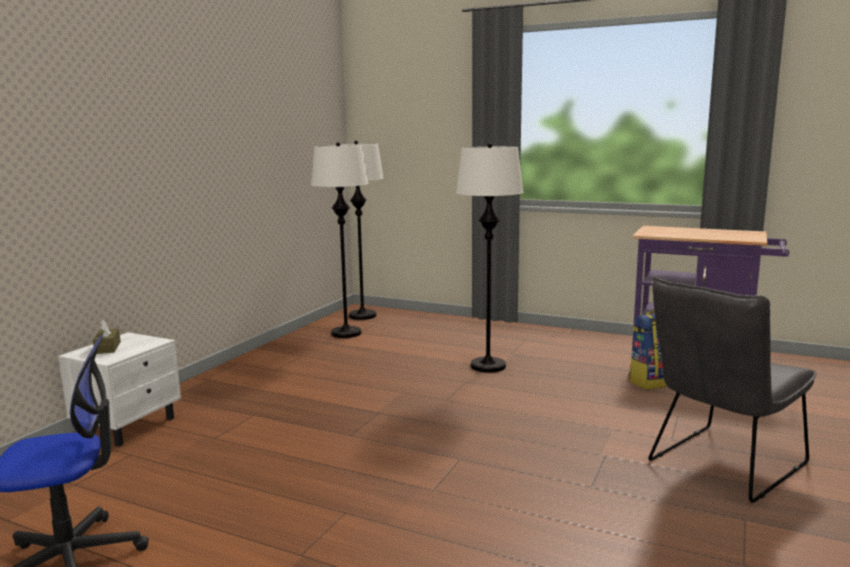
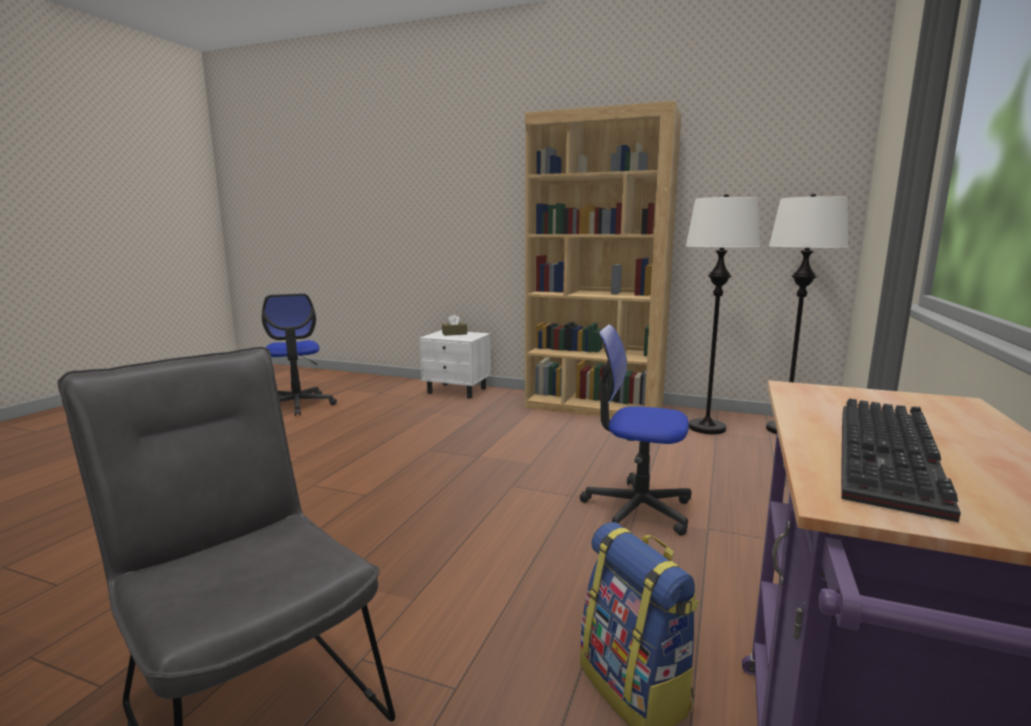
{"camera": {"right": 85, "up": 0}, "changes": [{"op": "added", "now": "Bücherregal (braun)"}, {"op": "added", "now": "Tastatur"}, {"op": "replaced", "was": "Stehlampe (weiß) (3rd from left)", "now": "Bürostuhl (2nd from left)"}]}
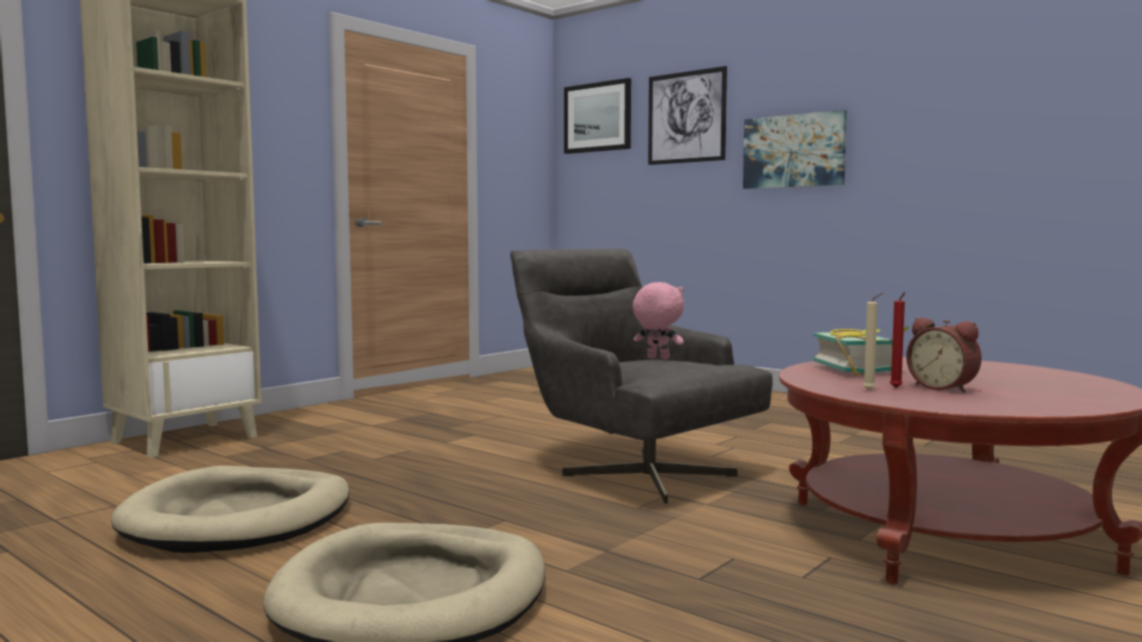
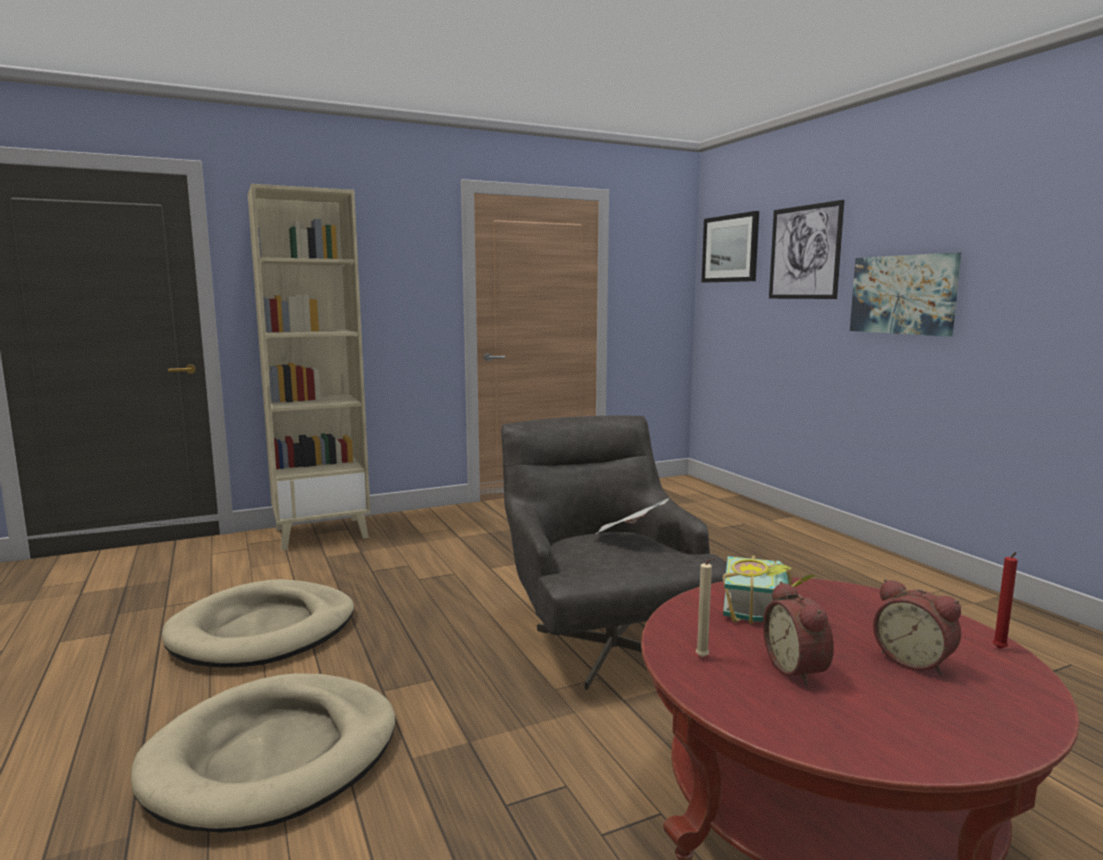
{"camera": {"right": 25, "up": 5}, "changes": [{"op": "added", "now": "Wecker (2nd from left)"}, {"op": "moved", "was": "Kerze (rot)"}, {"op": "replaced", "was": "Plüschtier (rosa)", "now": "Zeitung"}]}
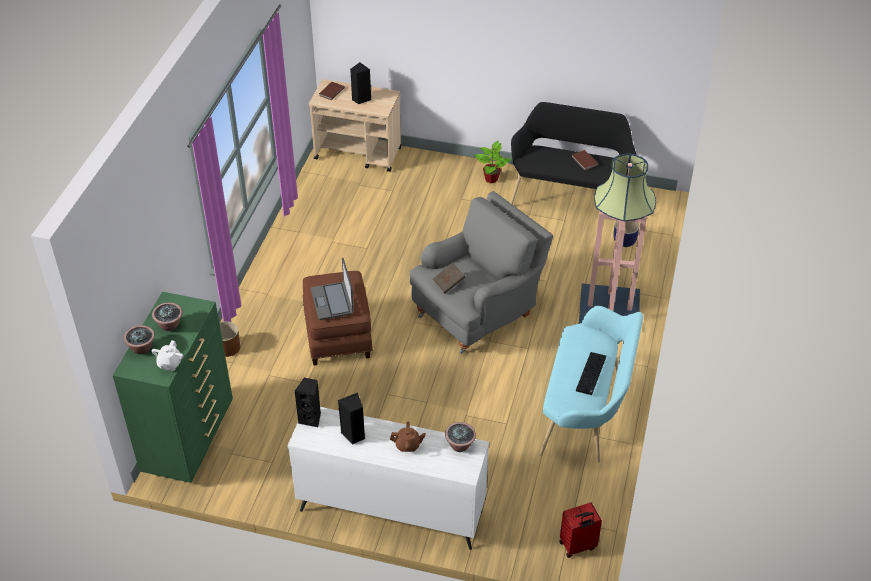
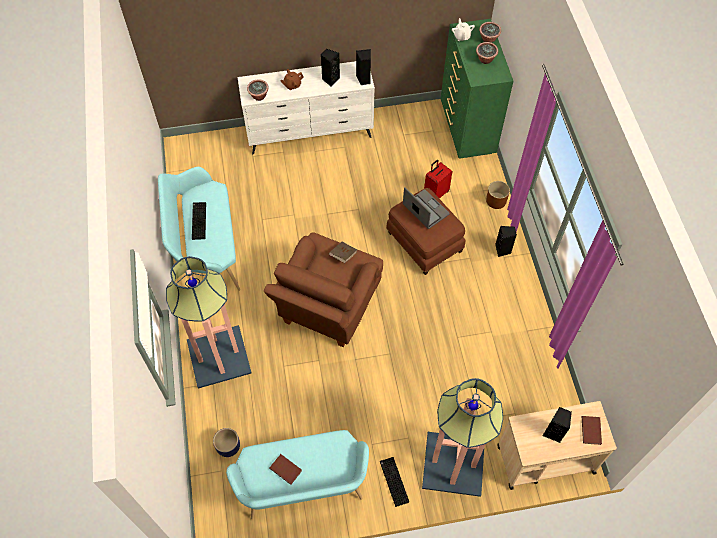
{"camera": {"right": 155, "up": 15}, "changes": [{"op": "added", "now": "Stehlampe (2nd from left)"}, {"op": "added", "now": "Lautsprecher (schwarz) (3rd from left)"}, {"op": "moved", "was": "Koffer (rot)"}, {"op": "replaced", "was": "Topfpflanze (4th from left)", "now": "Tastatur (2nd from left)"}, {"op": "recoloured", "was": "Sessel (grau)", "now": "Sessel (braun)"}, {"op": "recoloured", "was": "Bank (schwarz)", "now": "Bank (türkis) (2nd from left)"}]}
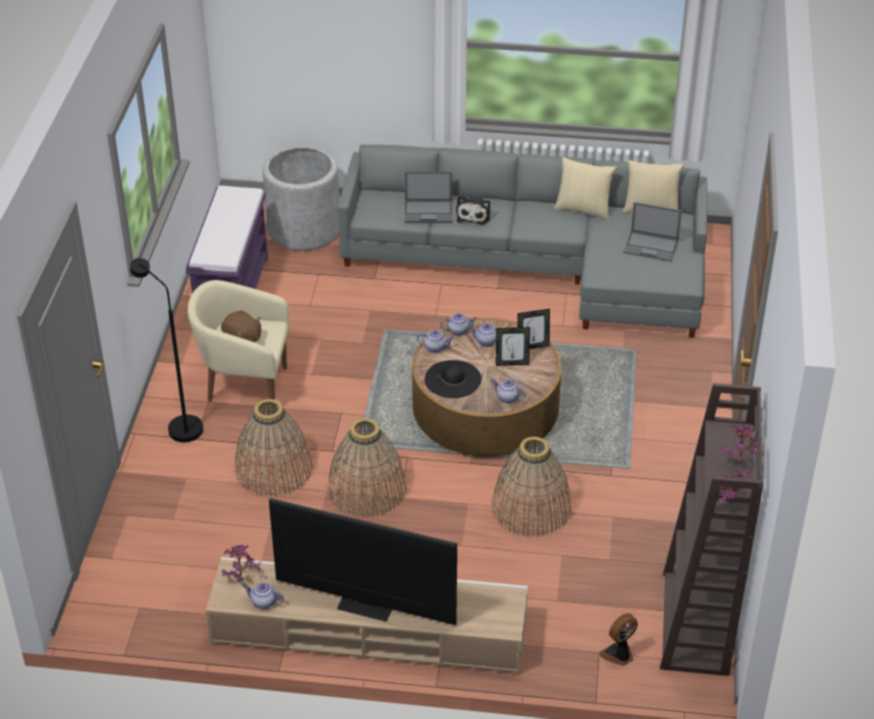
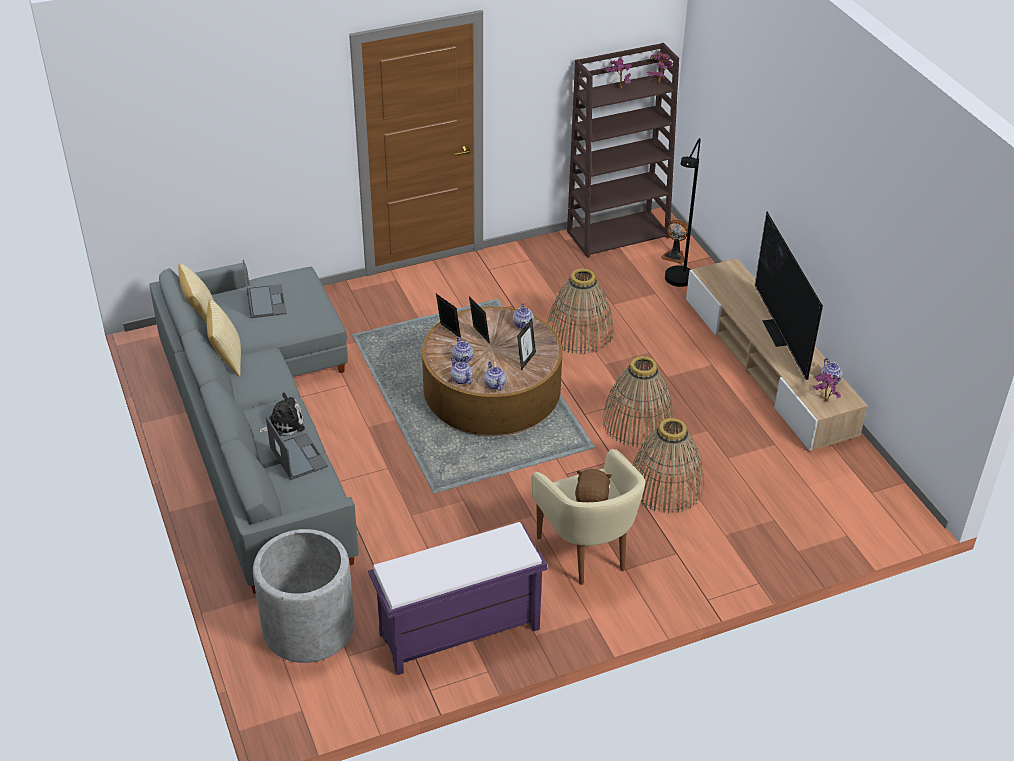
{"camera": {"right": -120, "up": 0}, "changes": [{"op": "moved", "was": "Stehlampe (schwarz)"}, {"op": "replaced", "was": "Hut (schwarz)", "now": "Bilderrahmen (3rd from left)"}]}
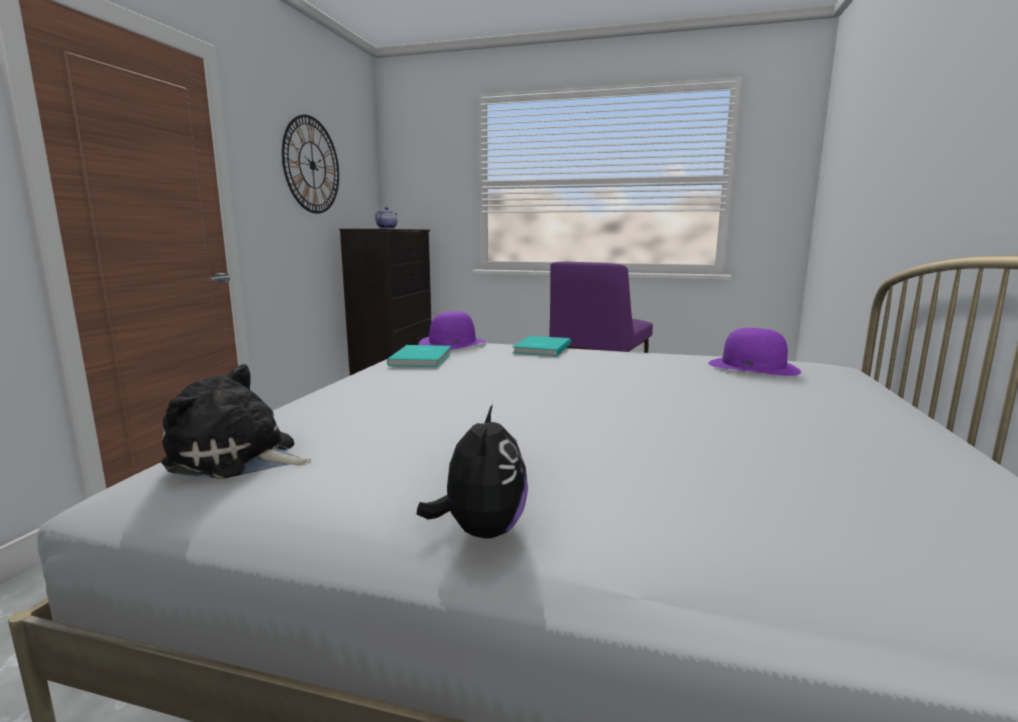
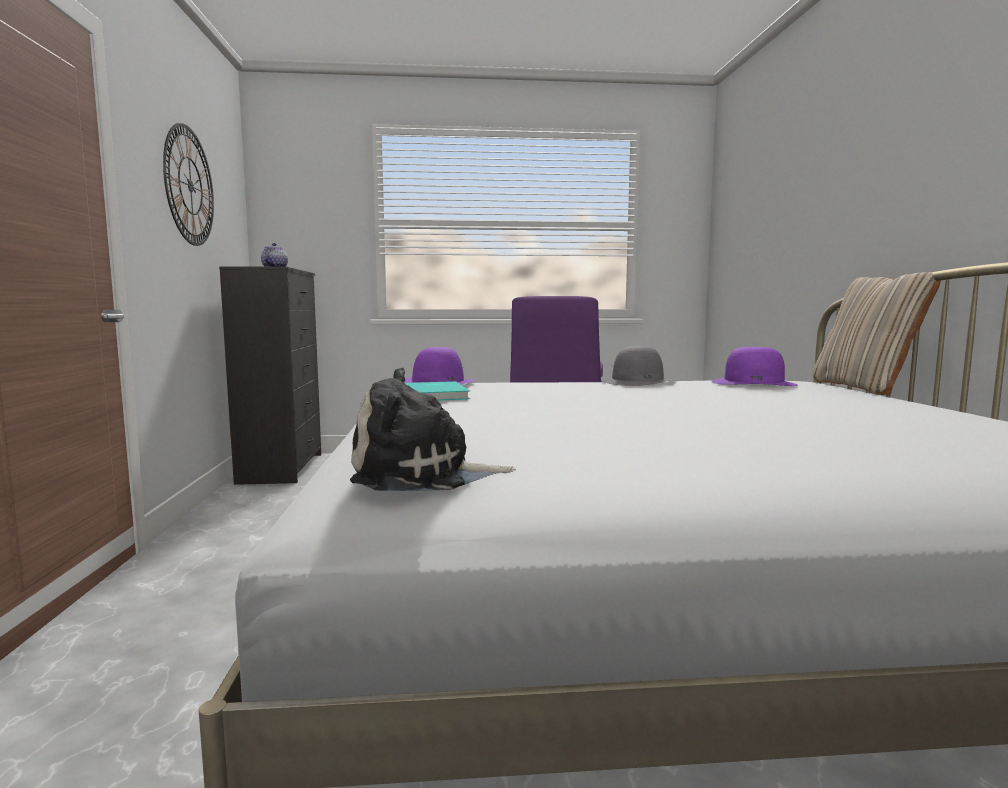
{"camera": {"right": -20, "up": -5}, "changes": [{"op": "removed", "was": "Plüschtier (2nd from left)"}, {"op": "removed", "was": "Buch (türkis) (2nd from left)"}, {"op": "added", "now": "Hut (grau)"}, {"op": "added", "now": "Kissen (beige)"}]}
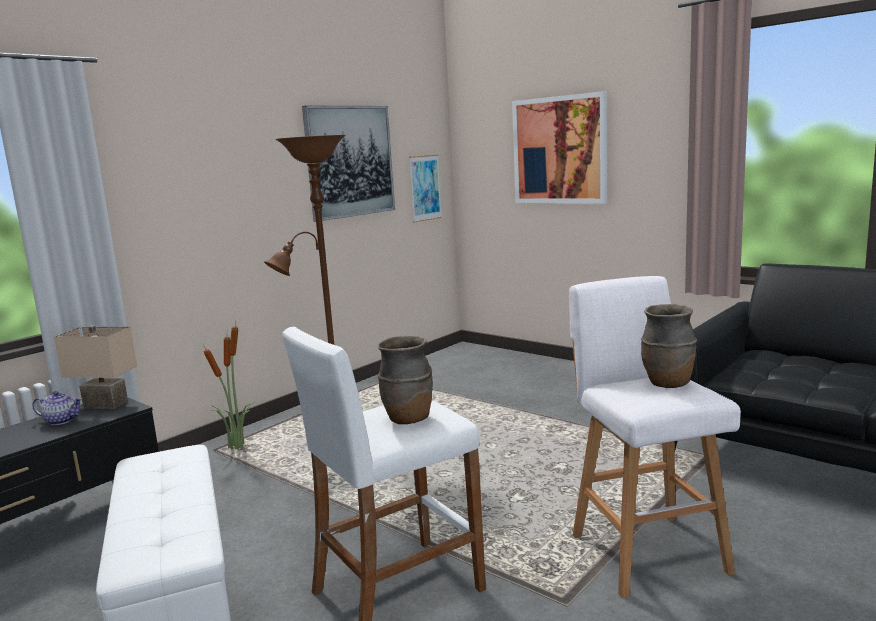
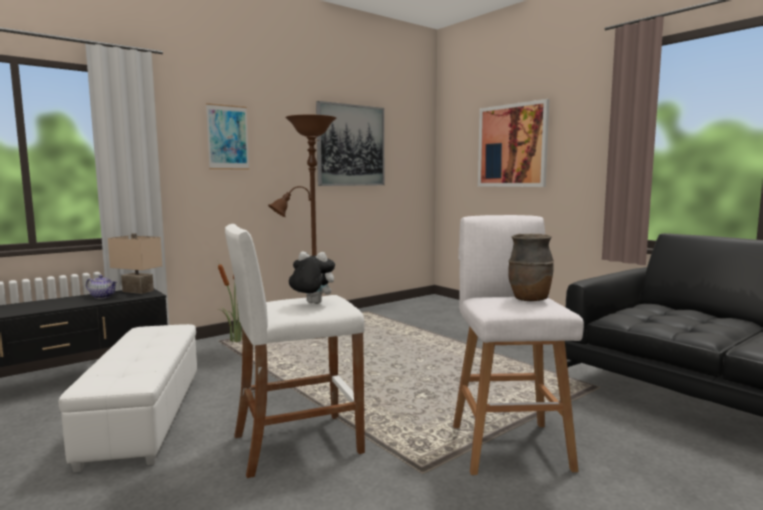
{"camera": {"right": 10, "up": -5}, "changes": [{"op": "moved", "was": "Bild (2nd from left in the first image)", "now": "Bild (1st from left)"}, {"op": "replaced", "was": "Vase (braun) (1st from left)", "now": "Plüschtier"}]}
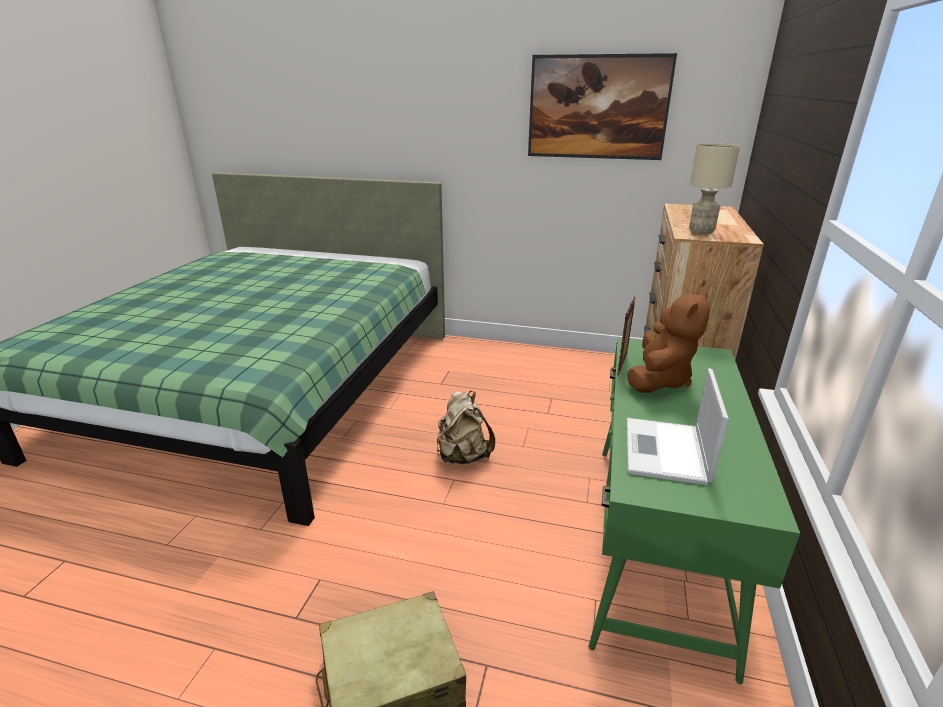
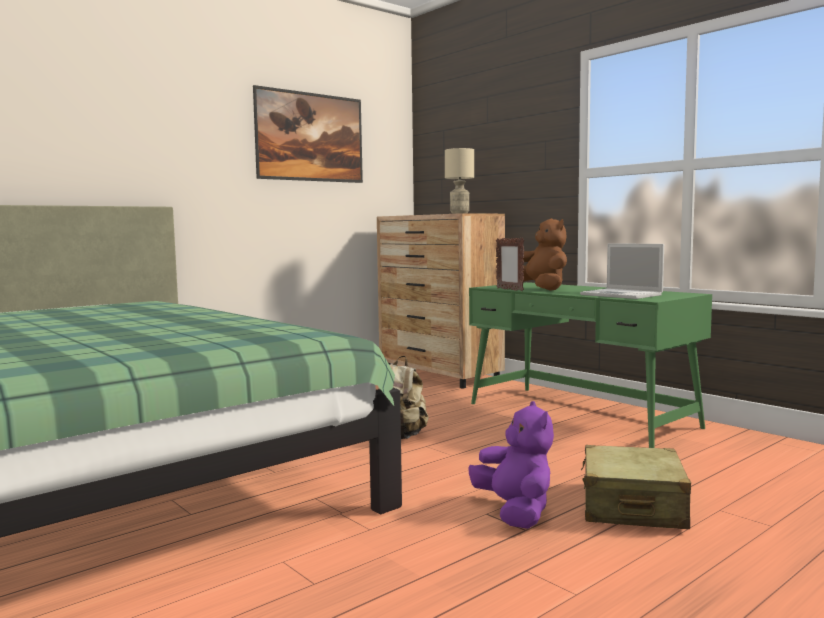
{"camera": {"right": -55, "up": -20}, "changes": [{"op": "added", "now": "Plüschtier (lila)"}]}
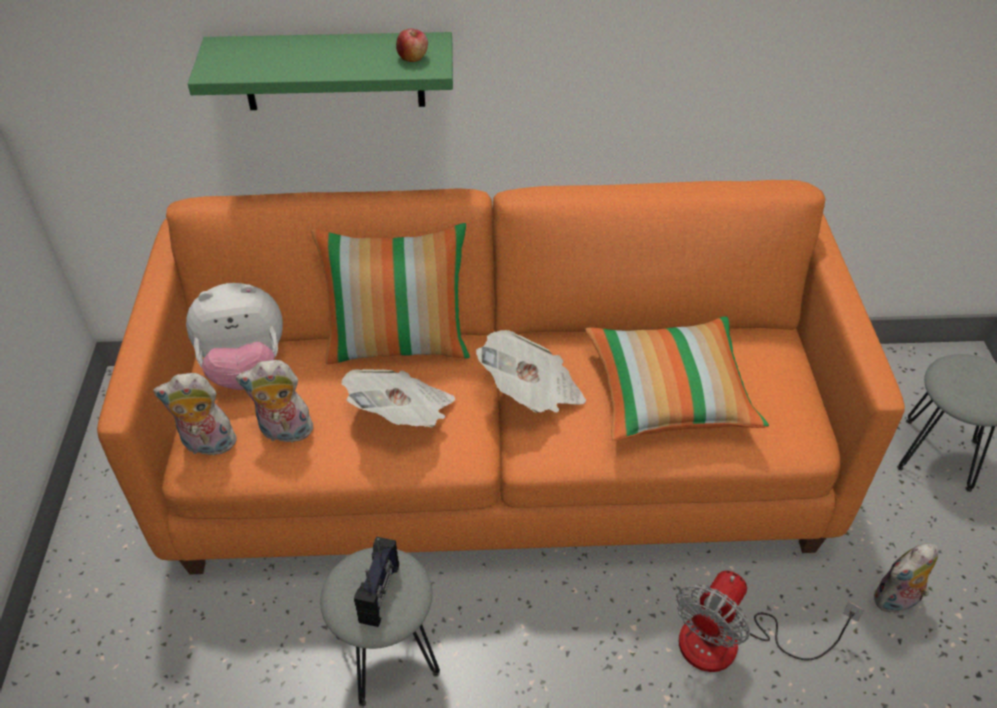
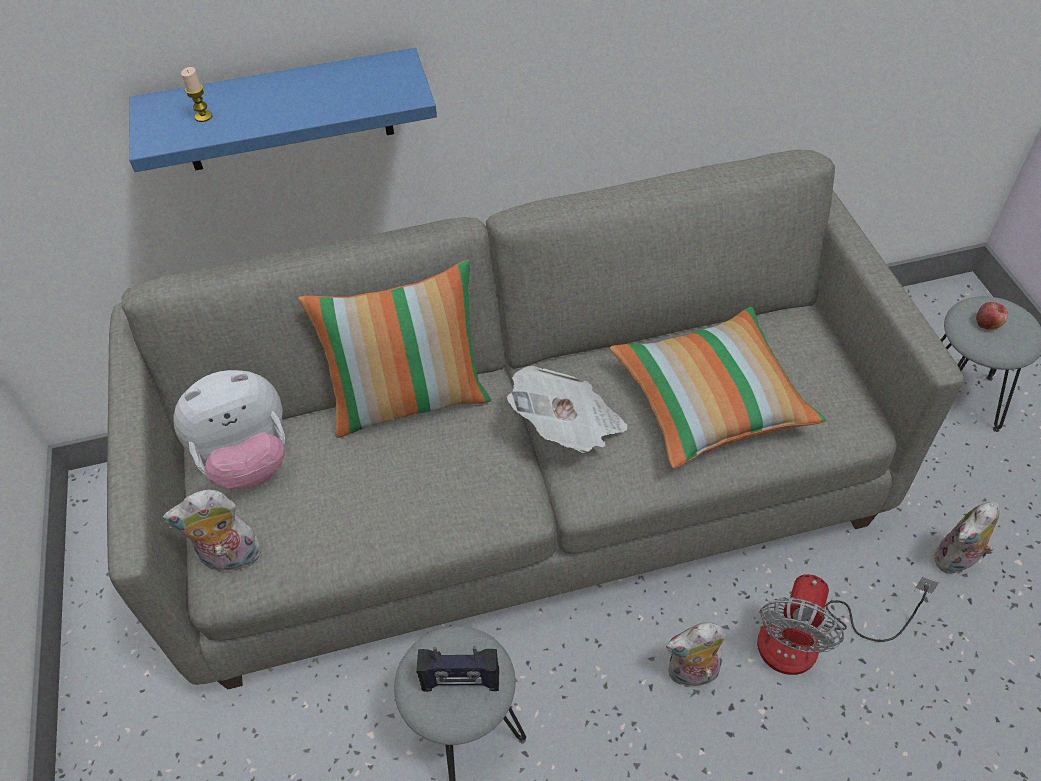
{"camera": {"right": -10, "up": 5}, "changes": [{"op": "removed", "was": "Zeitung (1st from left)"}, {"op": "added", "now": "Kerze"}, {"op": "moved", "was": "Plüschtier (3rd from left)"}, {"op": "moved", "was": "Apfel"}, {"op": "recoloured", "was": "Sofa (orange)", "now": "Sofa (grau)"}, {"op": "recoloured", "was": "Wandregal (grün)", "now": "Wandregal (blau)"}, {"op": "turned", "was": "Radio", "clockwise": 90}]}
